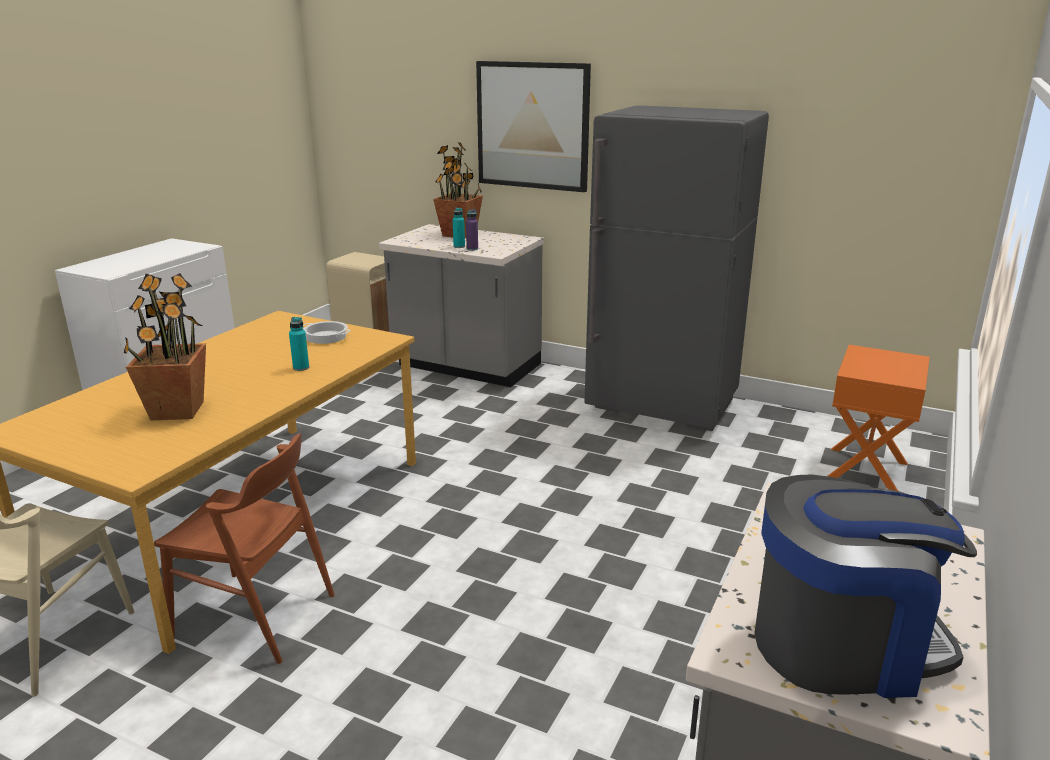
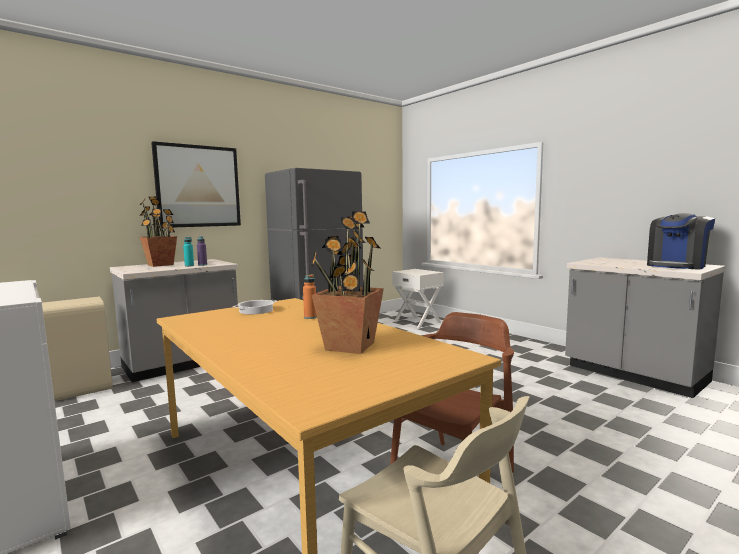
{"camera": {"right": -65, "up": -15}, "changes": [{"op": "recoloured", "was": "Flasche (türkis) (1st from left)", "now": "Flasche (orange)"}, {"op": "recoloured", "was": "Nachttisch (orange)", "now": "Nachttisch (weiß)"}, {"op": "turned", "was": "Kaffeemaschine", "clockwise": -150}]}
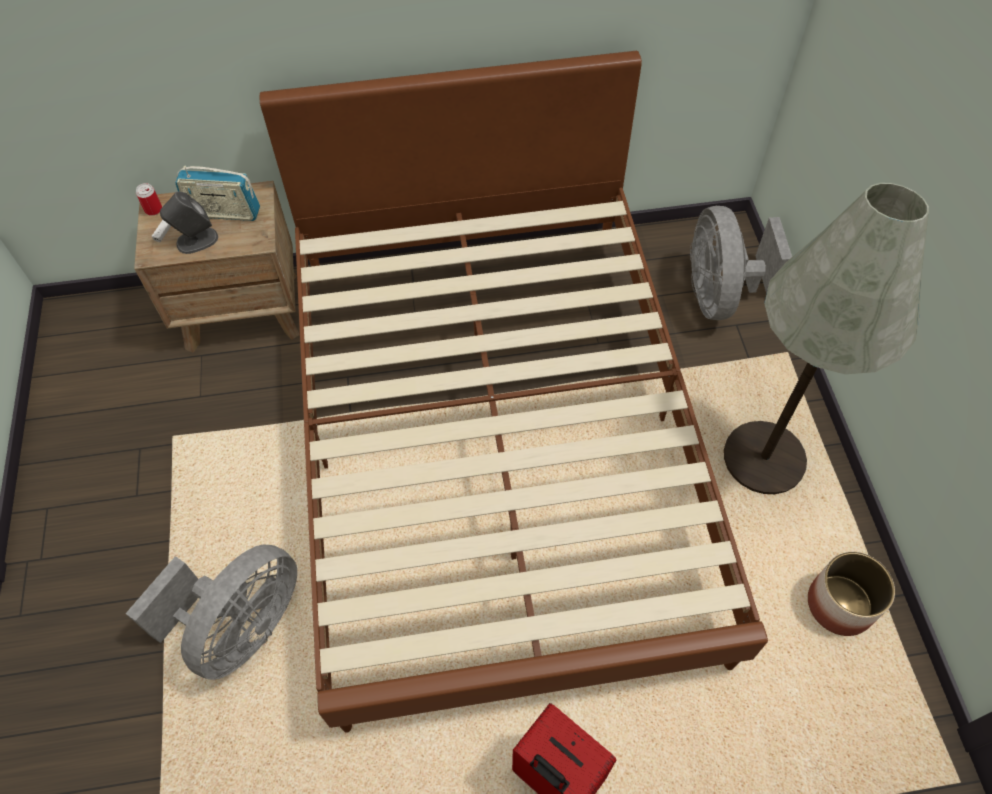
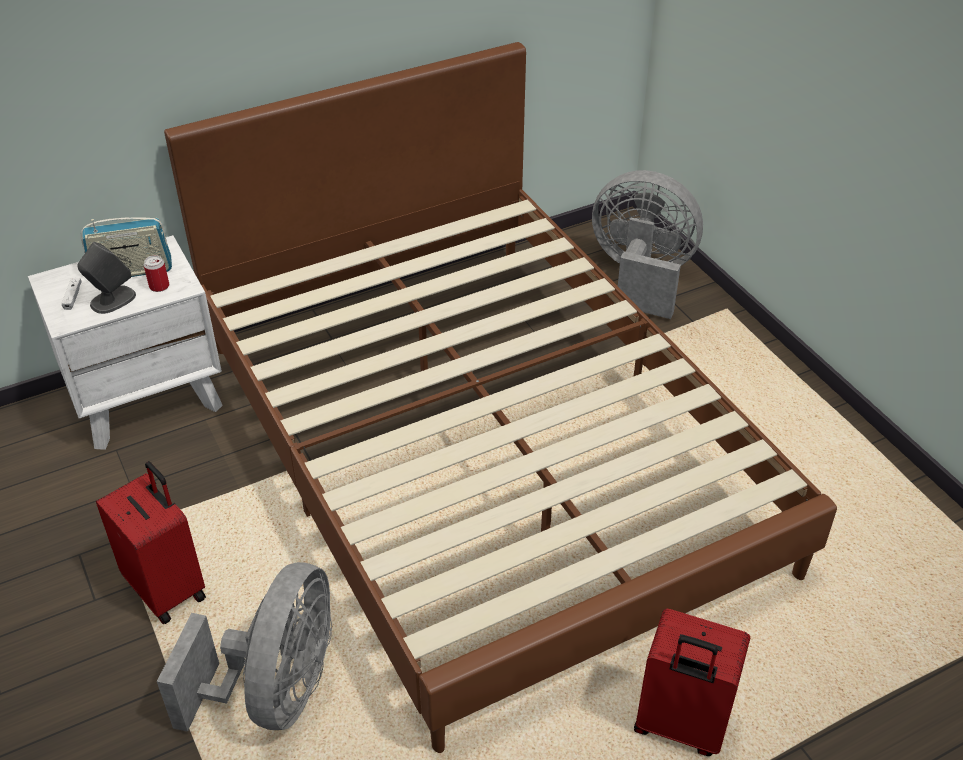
{"camera": {"right": -20, "up": -15}, "changes": [{"op": "removed", "was": "Stehlampe (grau)"}, {"op": "removed", "was": "Pflanzkübel"}, {"op": "added", "now": "Koffer (rot) (1st from left)"}, {"op": "moved", "was": "Dose"}, {"op": "recoloured", "was": "Nachttisch (braun)", "now": "Nachttisch (weiß)"}, {"op": "turned", "was": "Ventilator (grau) (2nd from left)", "clockwise": 135}]}
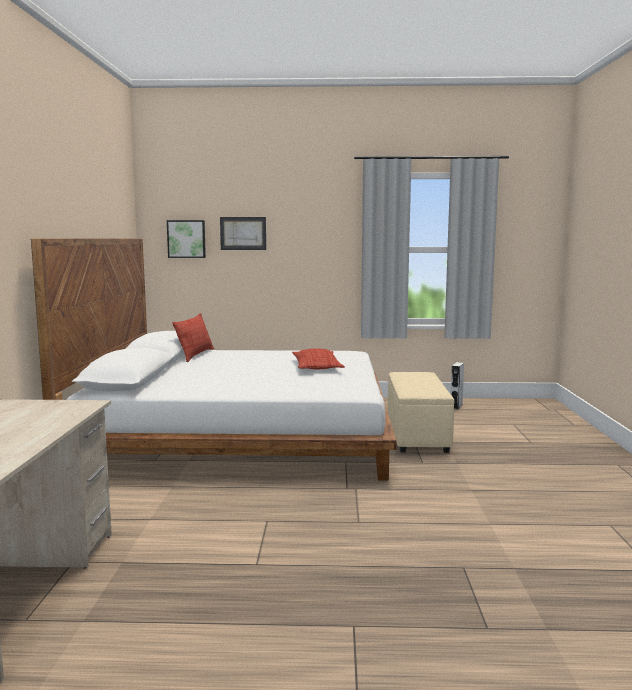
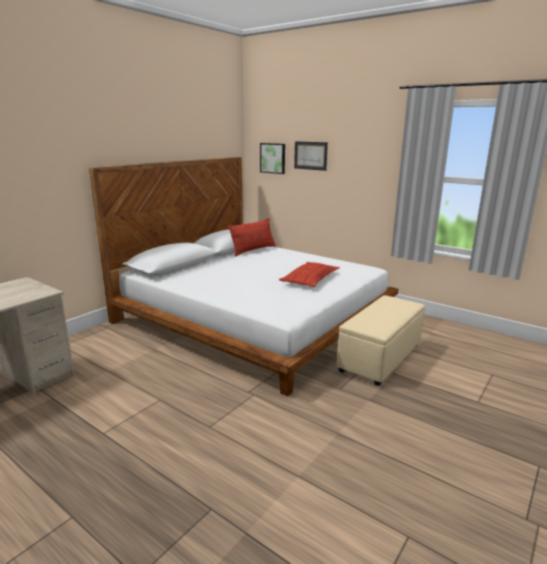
{"camera": {"right": 35, "up": 10}, "changes": [{"op": "removed", "was": "Lautsprecher (grau)"}]}
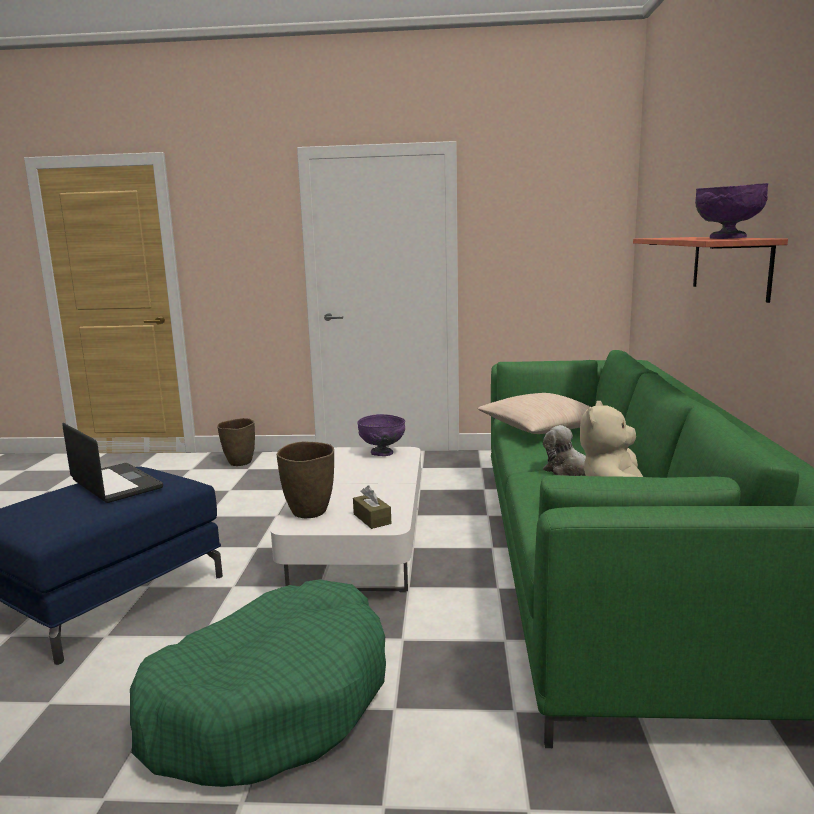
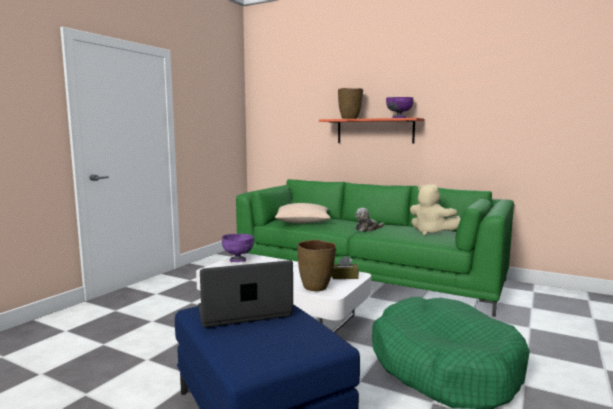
{"camera": {"right": -65, "up": -5}, "changes": [{"op": "moved", "was": "Vase (braun) (1st from left in the first image)", "now": "Vase (braun) (2nd from left)"}]}
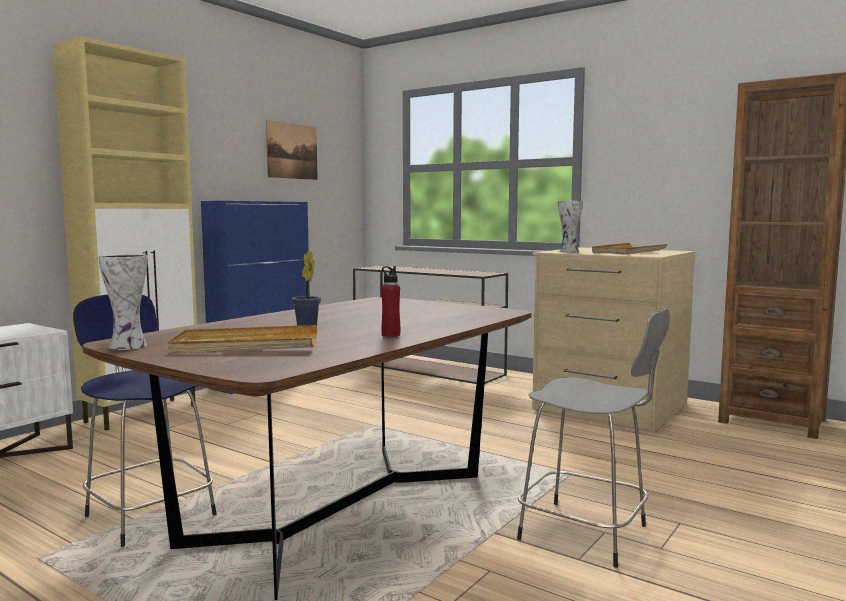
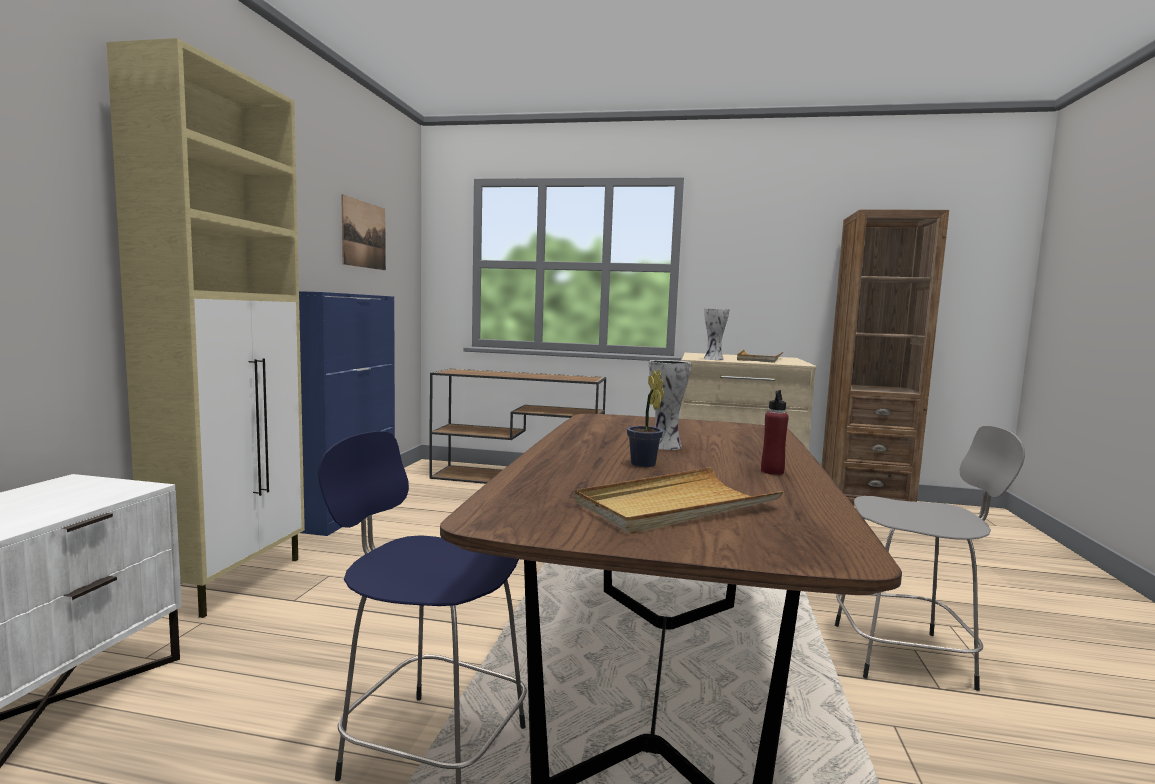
{"camera": {"right": -25, "up": 0}, "changes": [{"op": "moved", "was": "Vase (1st from left)"}]}
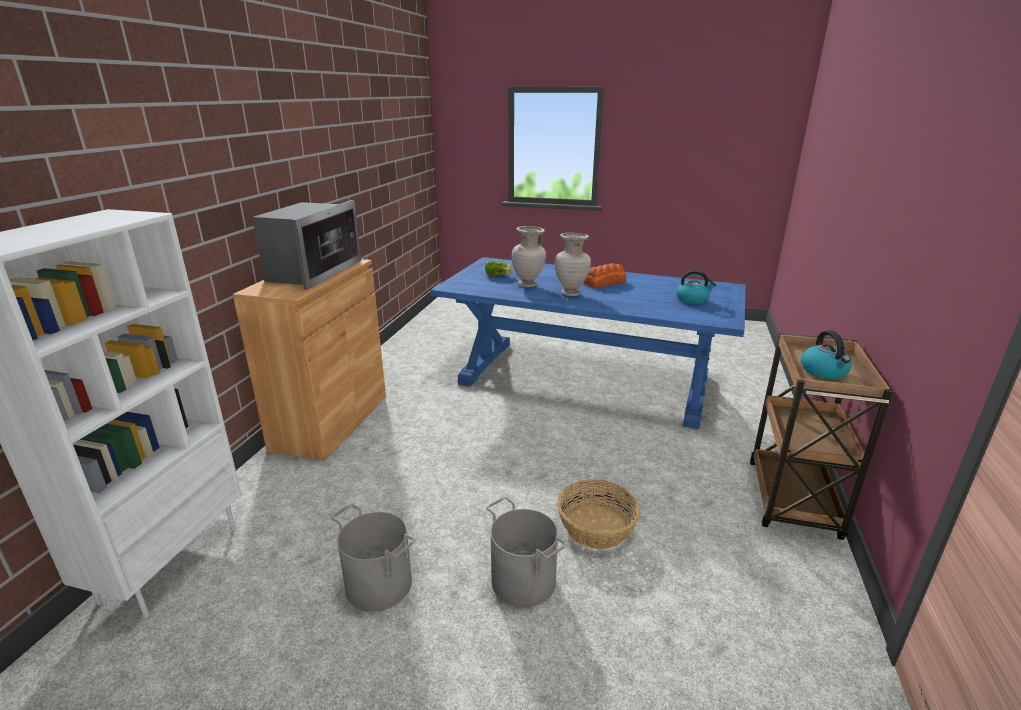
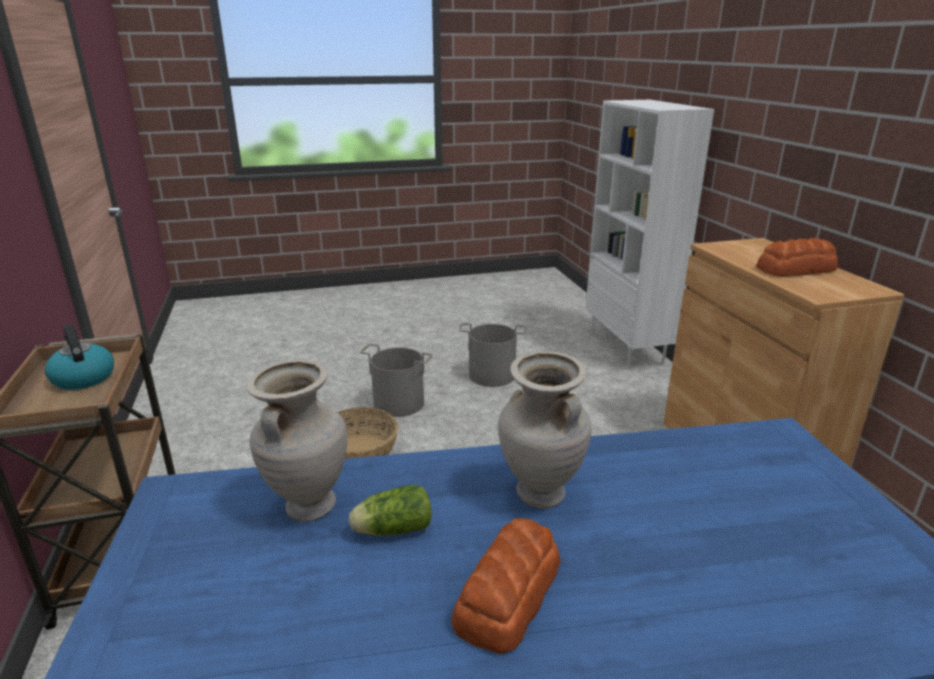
{"camera": {"right": 150, "up": 0}, "changes": [{"op": "removed", "was": "Wasserkessel (1st from left)"}, {"op": "moved", "was": "Salatkopf"}, {"op": "moved", "was": "Vase (beige) (1st from left)"}, {"op": "replaced", "was": "Mikrowelle", "now": "Brot (2nd from left)"}]}
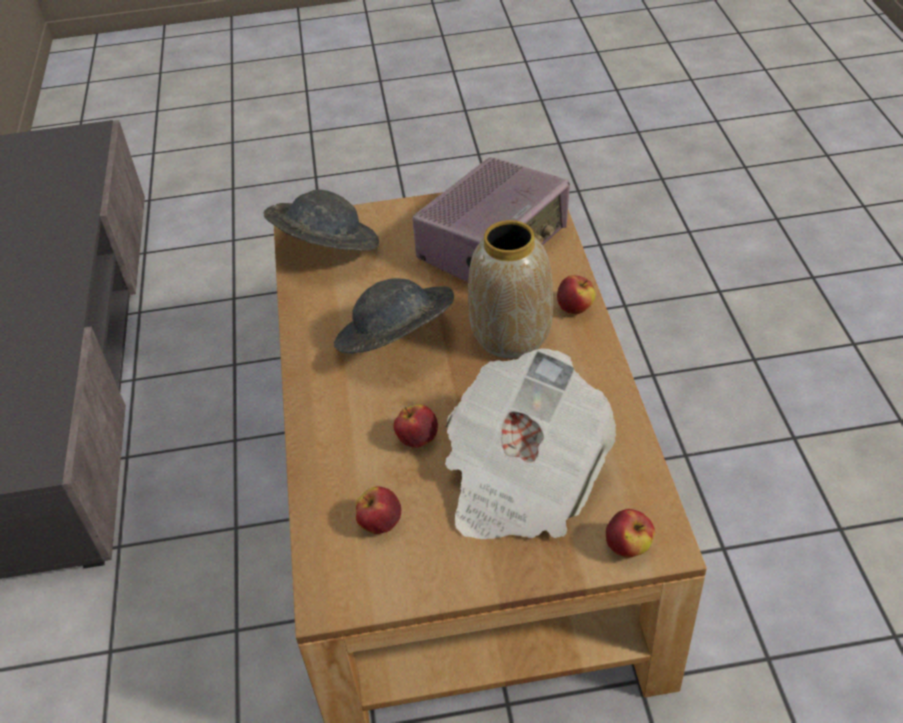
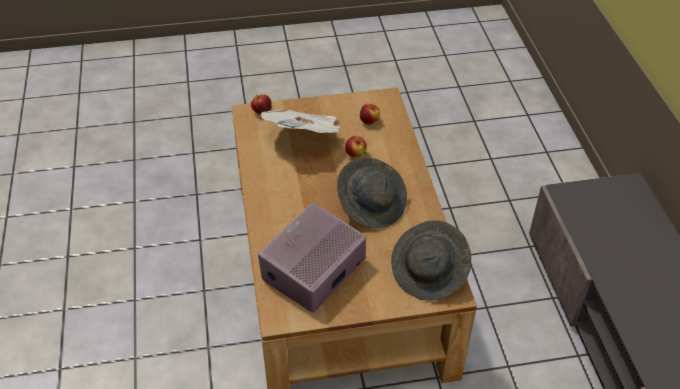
{"camera": {"right": 175, "up": 0}, "changes": [{"op": "removed", "was": "Vase"}, {"op": "removed", "was": "Apfel (3rd from left)"}]}
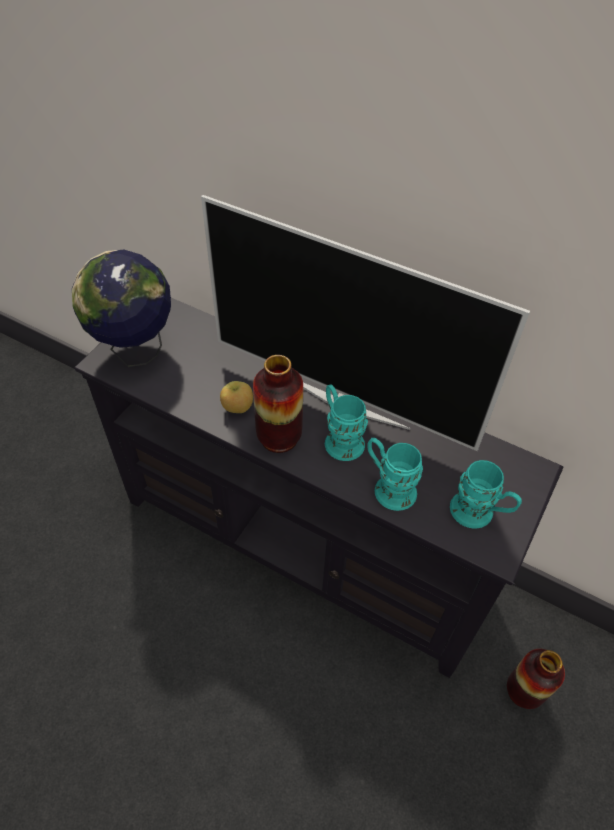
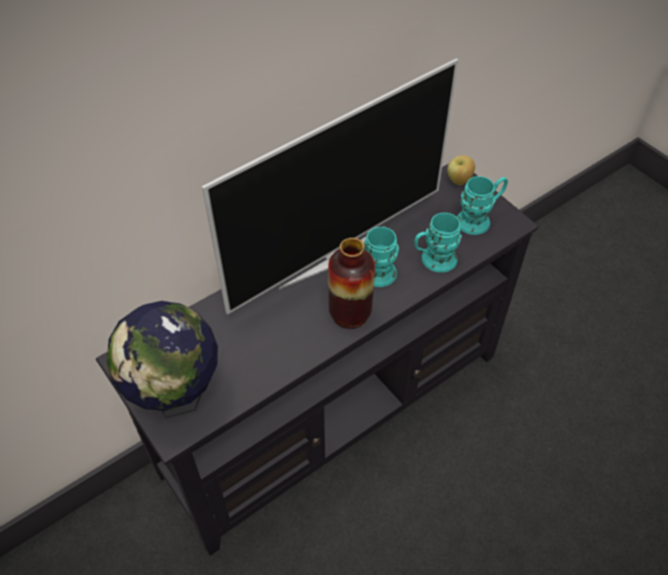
{"camera": {"right": -65, "up": 0}, "changes": [{"op": "removed", "was": "Vase (2nd from left)"}, {"op": "moved", "was": "Apfel"}]}
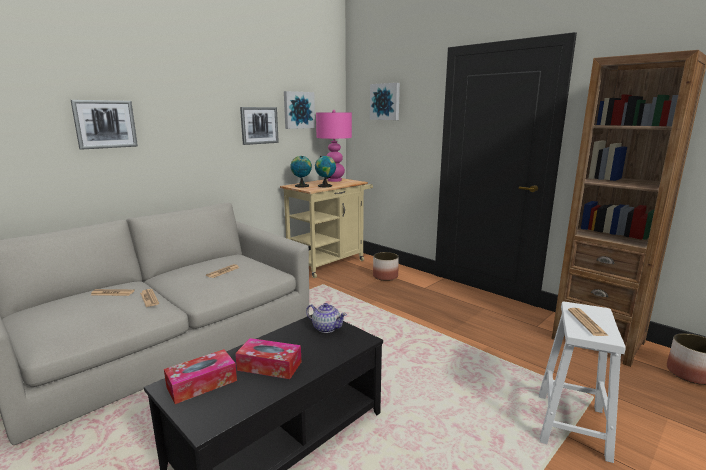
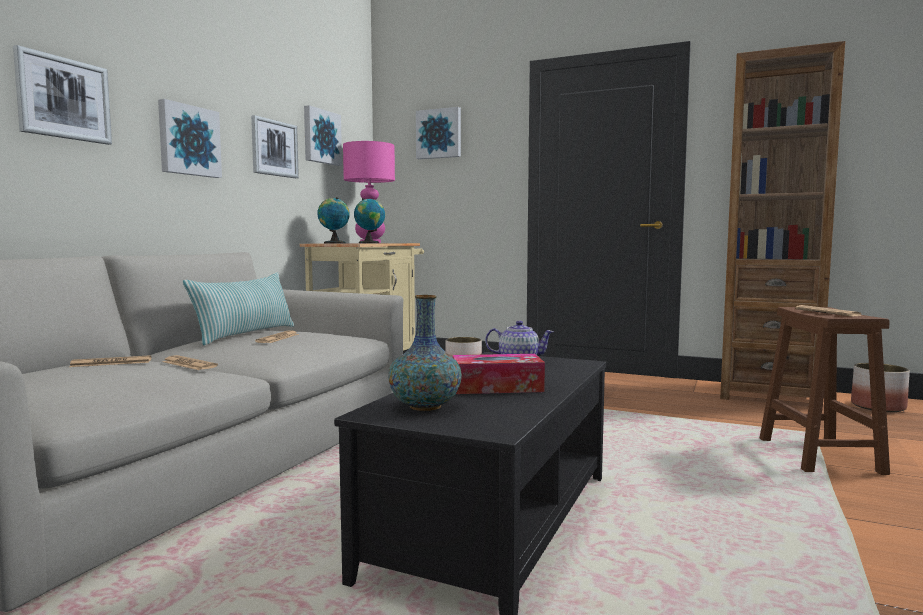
{"camera": {"right": -20, "up": -10}, "changes": [{"op": "added", "now": "Bild (2nd from left)"}, {"op": "added", "now": "Kissen"}, {"op": "replaced", "was": "Taschentuchbox (1st from left)", "now": "Vase"}, {"op": "recoloured", "was": "Hocker (weiß)", "now": "Hocker (braun)"}]}
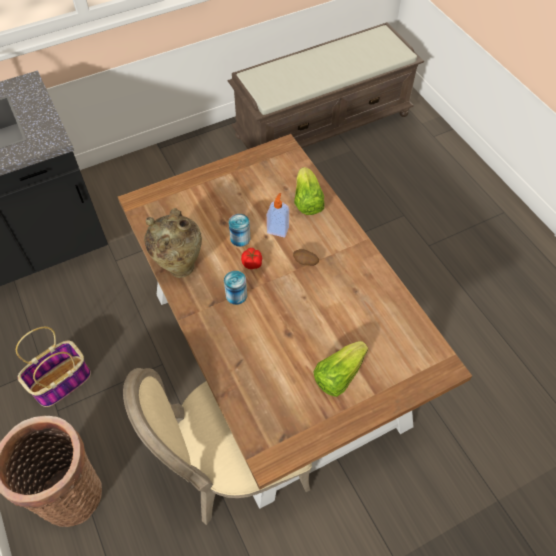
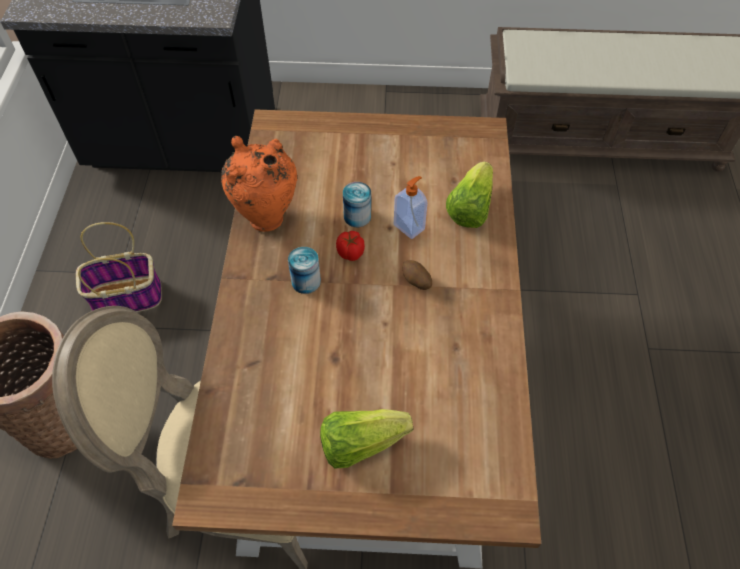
{"camera": {"right": 30, "up": 0}, "changes": [{"op": "recoloured", "was": "Vase (beige)", "now": "Vase (orange)"}]}
